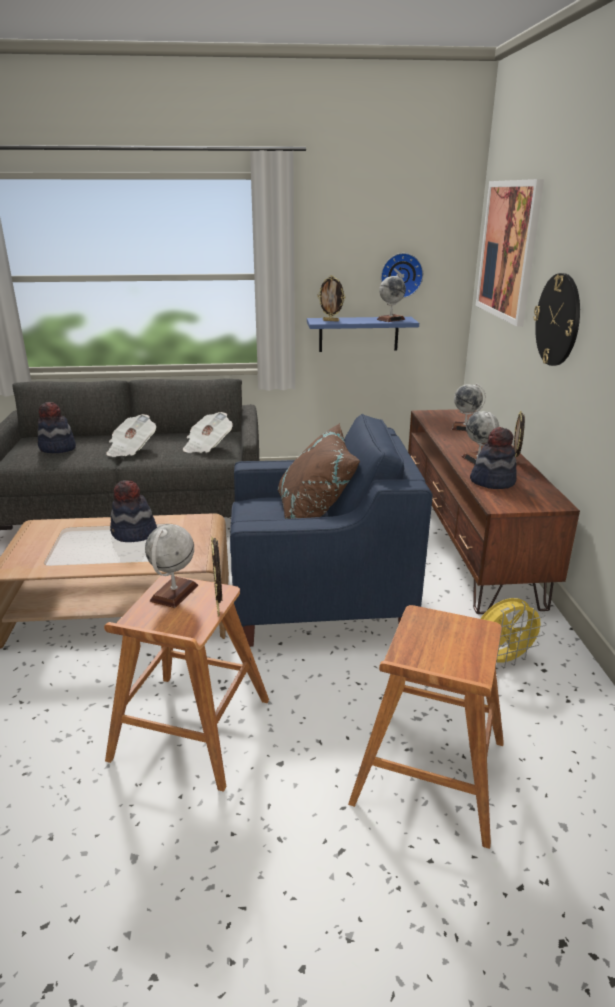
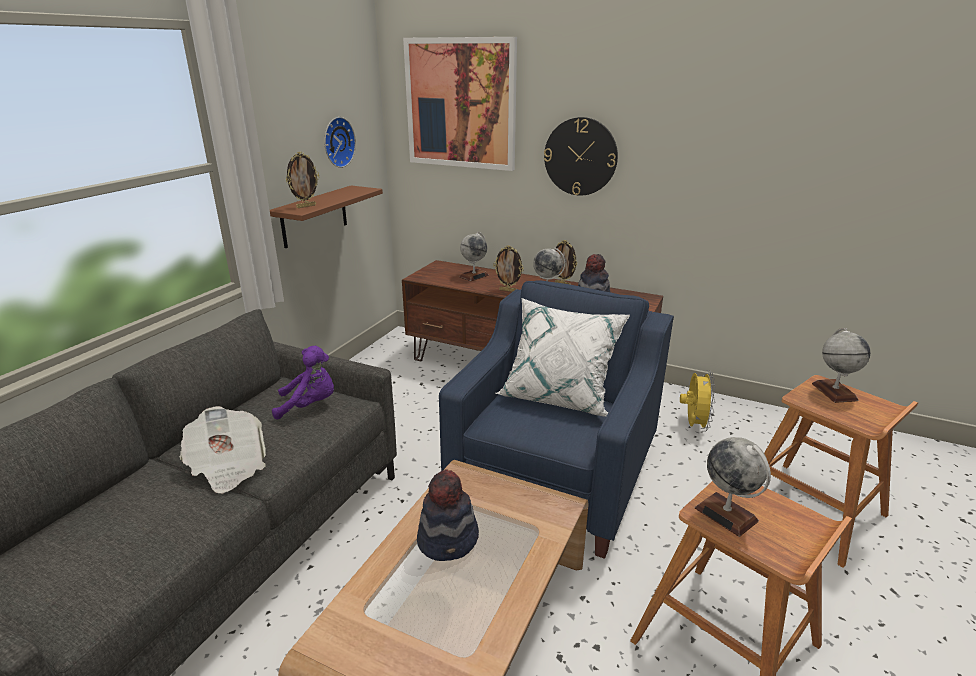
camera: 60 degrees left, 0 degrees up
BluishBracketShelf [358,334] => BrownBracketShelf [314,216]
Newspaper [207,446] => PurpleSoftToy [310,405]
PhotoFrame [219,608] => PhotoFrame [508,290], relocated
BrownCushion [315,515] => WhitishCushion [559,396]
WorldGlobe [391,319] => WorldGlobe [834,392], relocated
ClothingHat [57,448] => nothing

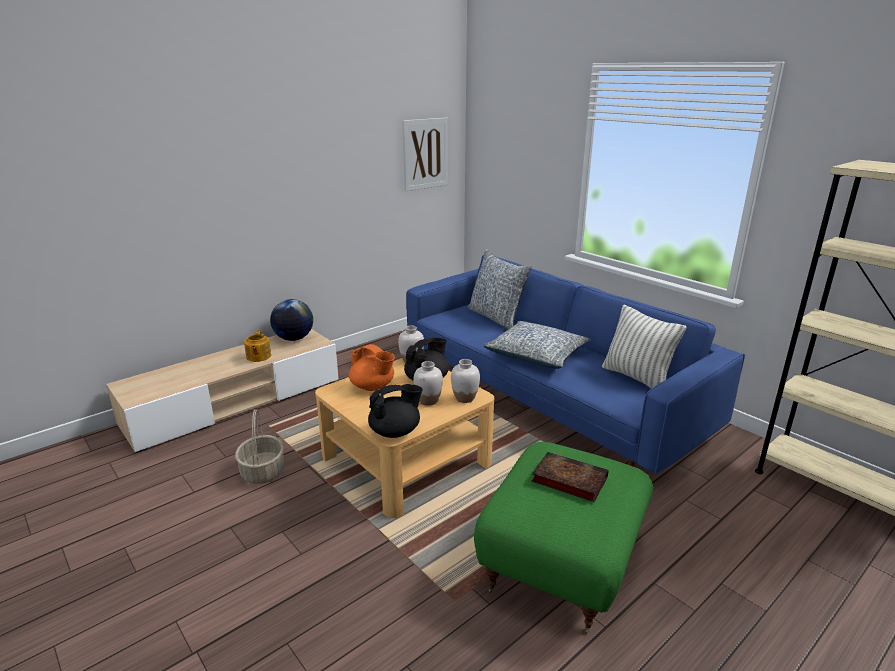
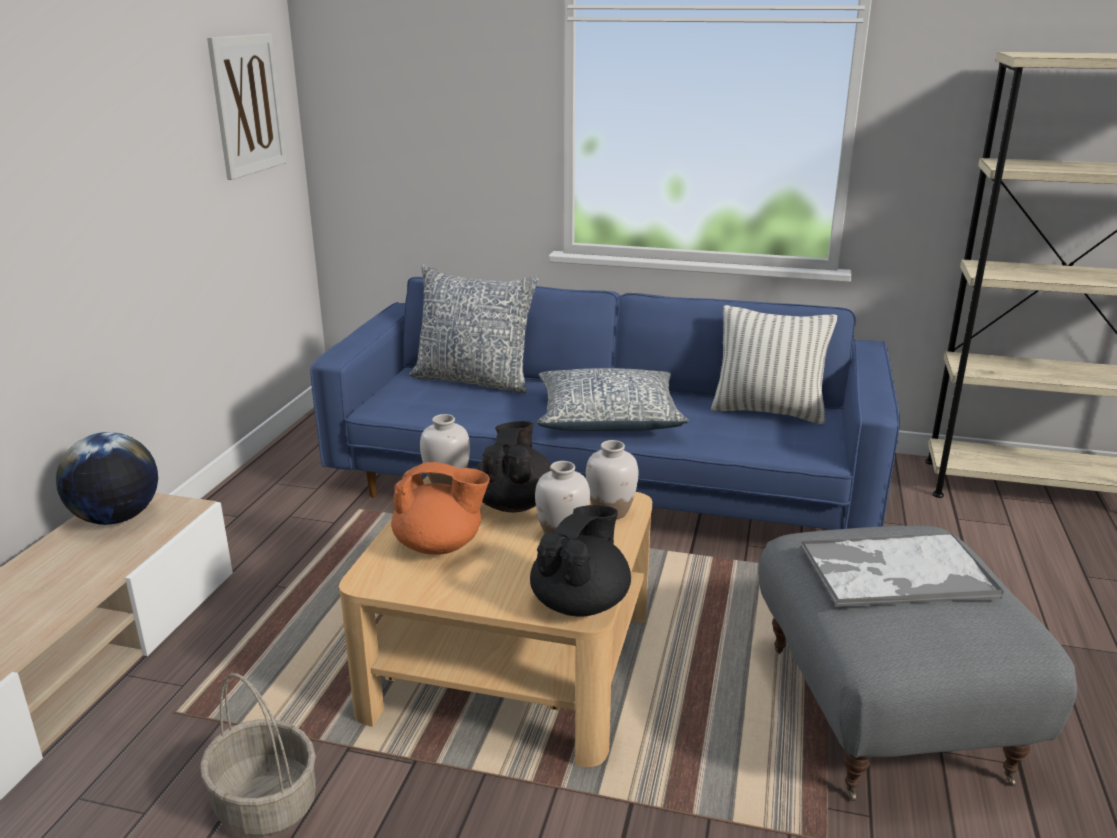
camera: 35 degrees left, 0 degrees up
GreenPouffe [562,565] => GreyishPouffe [888,711]
Book [567,479] => CarryingTray [895,572]
Teapot [258,357] => nothing

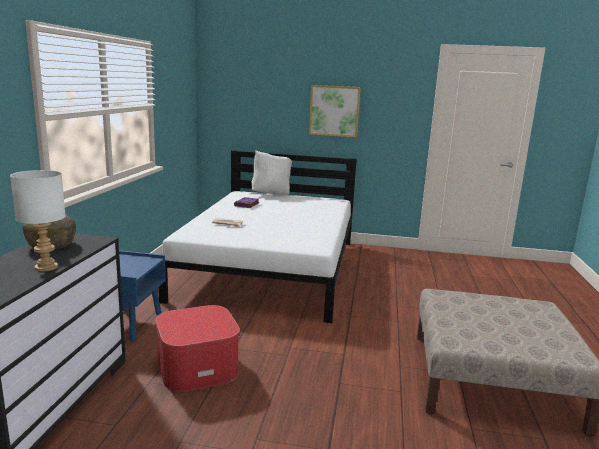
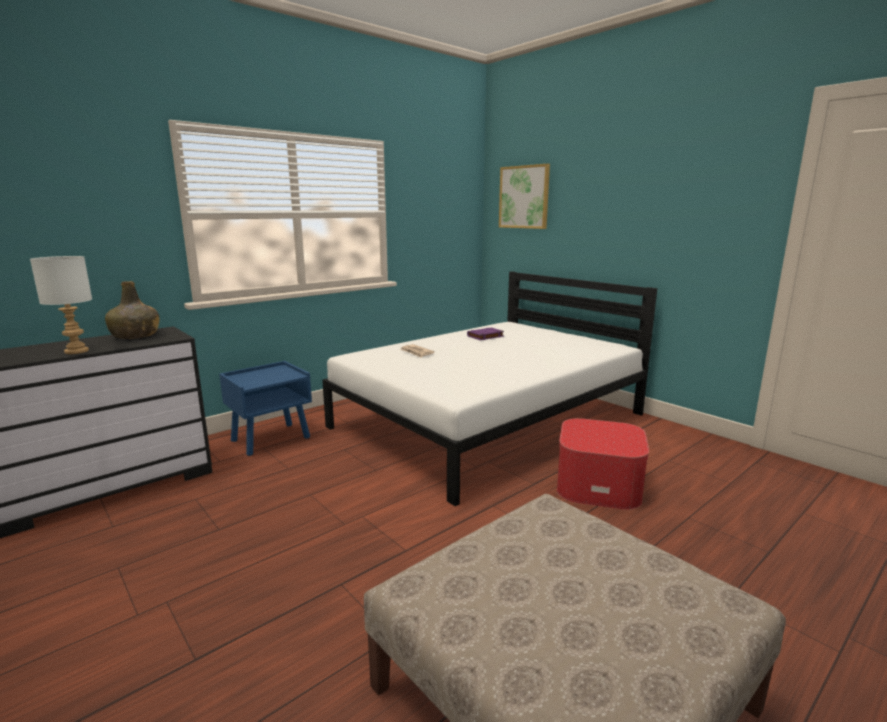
camera: 40 degrees right, 0 degrees up
WallPicture [334,111] => WallPicture [524,197], relocated
Pouffe [197,367] => Pouffe [598,485], relocated
WhitishCushion [271,194] => nothing

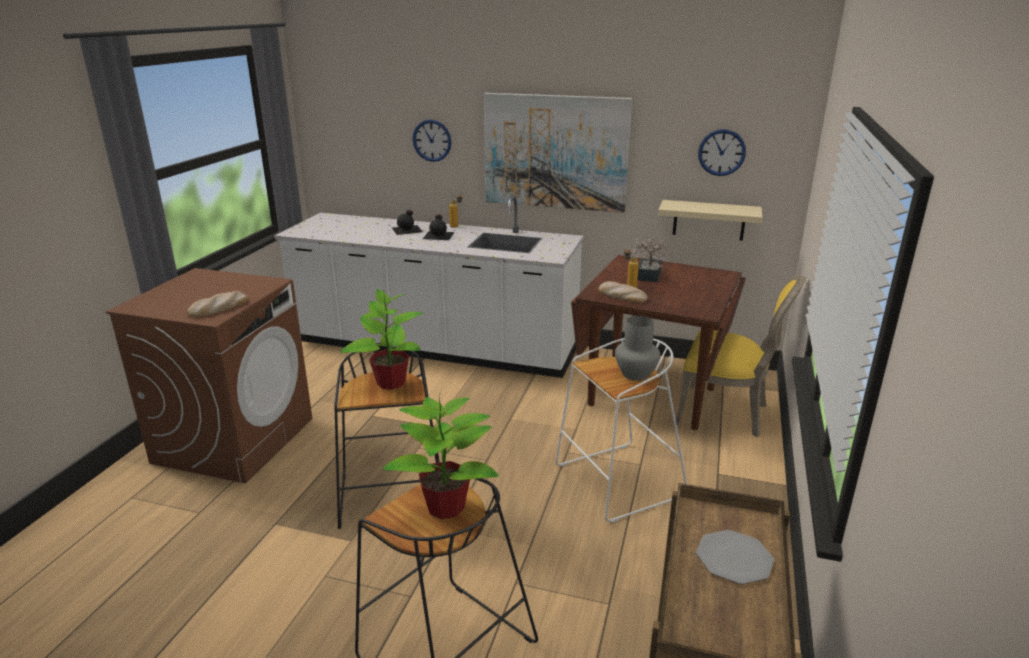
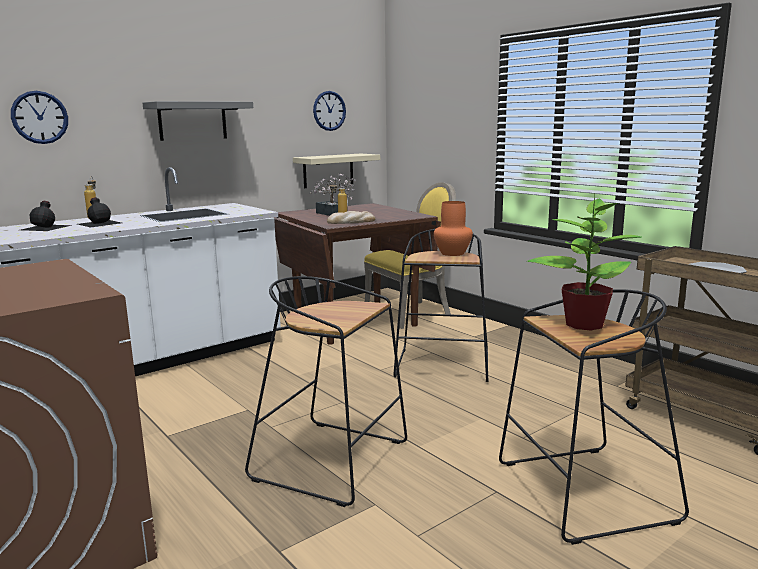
camera: 55 degrees left, 10 degrees down
WallPicture [555,152] => GreyishBracketShelf [192,121]
WhitishStoolSeat [617,483] => BlackishStoolSeat [444,366]
GreyishFlowerVase [636,374] => OrangeFlowerVase [452,253]
BakedBread [219,308] => nothing
PlantInAPot [390,382] => nothing

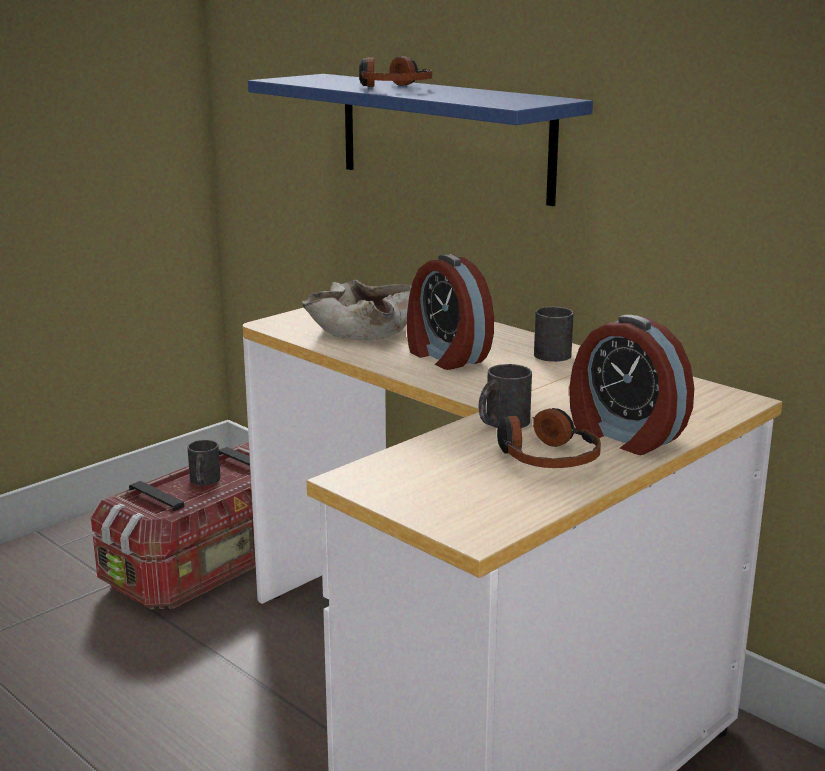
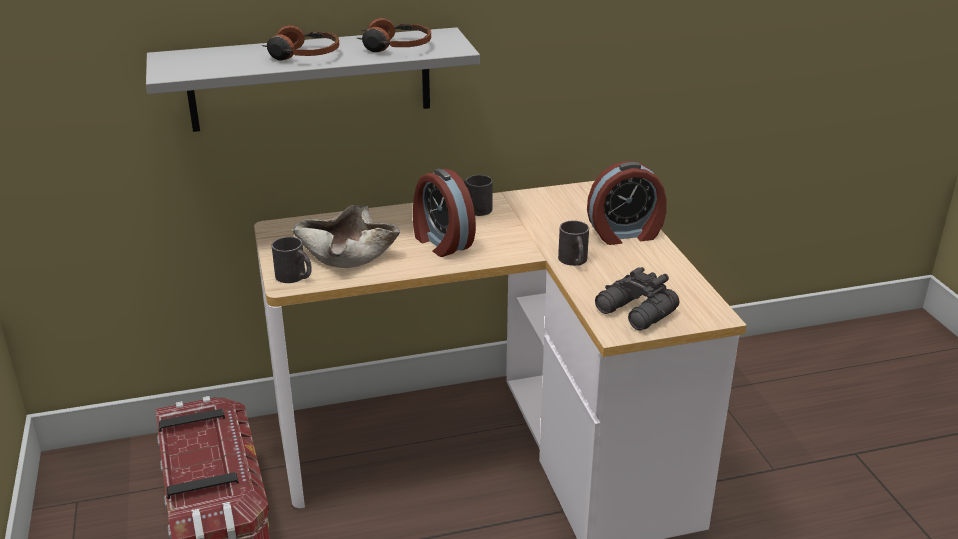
camera: 60 degrees left, 10 degrees up
BluishBracketShelf [443,136] => GreyishBracketShelf [310,79]
BlackishCoffeeMug [203,482] => BlackishCoffeeMug [295,277], relocated
Headset [545,457] => Headset [395,46], relocated
BedsideClock [445,356] => BedsideClock [441,242], 60 degrees clockwise
nothing => BlackishBinoculars [636,312]

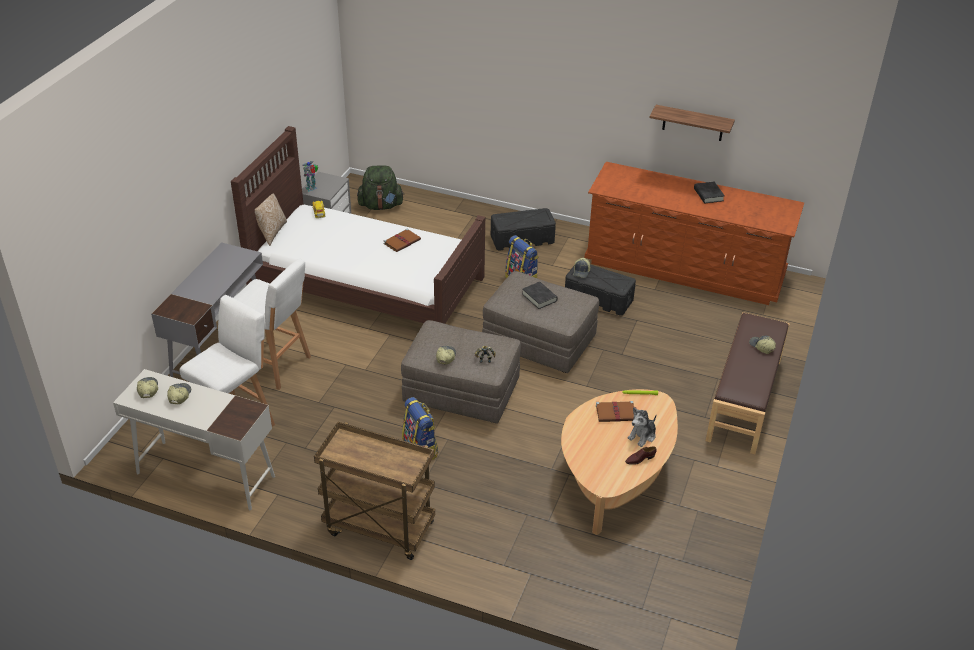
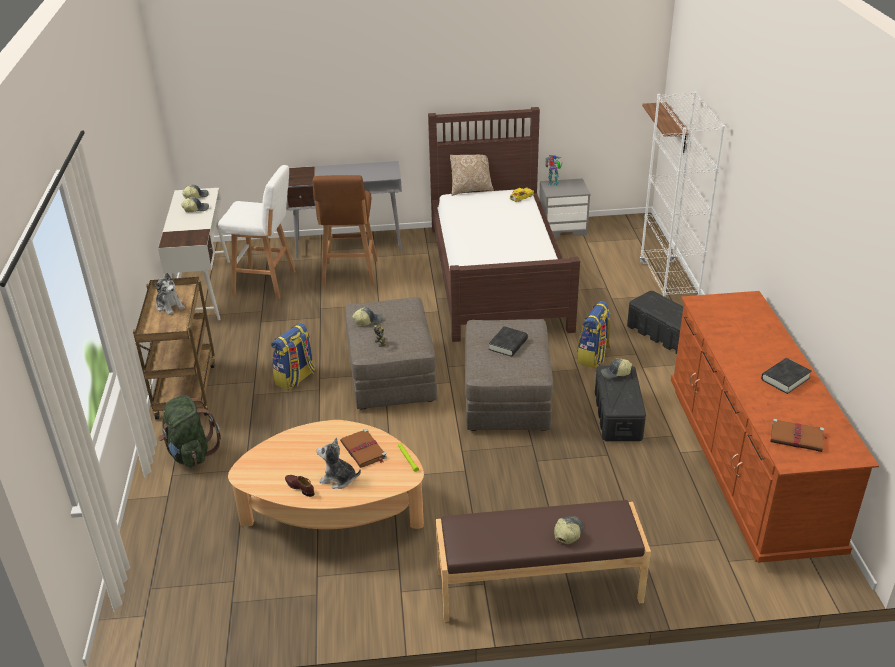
camera: 65 degrees right, 5 degrees down
nothing => SoftToy [170,306]
GreenBackpack [381,206] => GreenBackpack [191,453], relocated
WhitishStoolSeat [276,366] => BrownStoolSeat [350,274]
nothing => WhitishShelvingUnit [668,283]
BracketShelf [693,123] => BracketShelf [676,129], relocated
BrownBook [402,241] => BrownBook [797,437], relocated

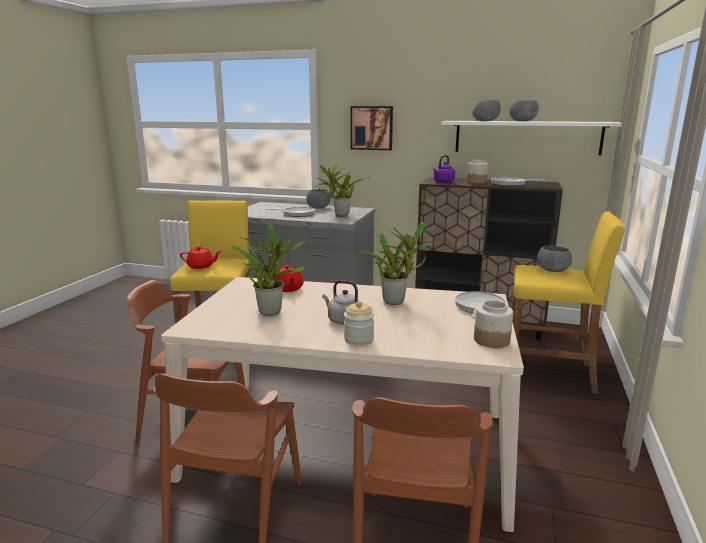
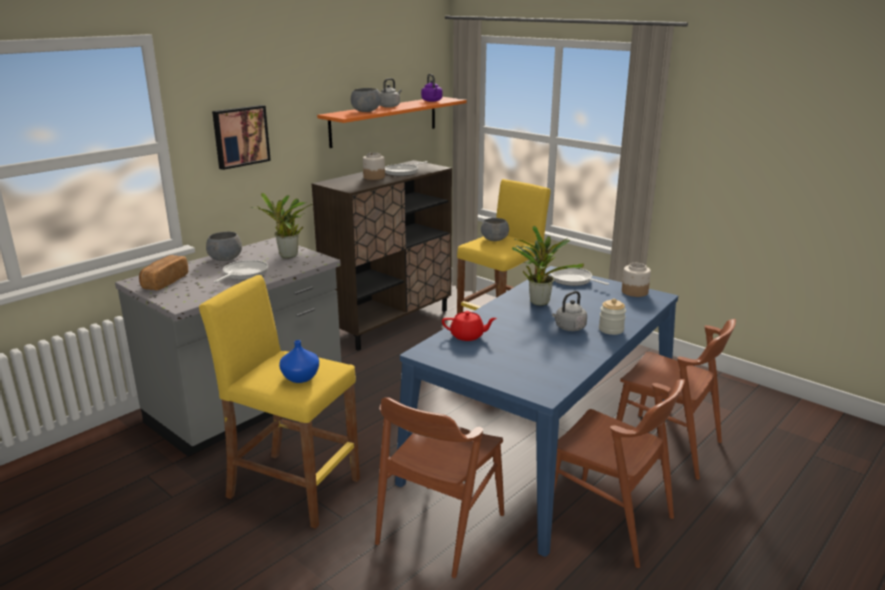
camera: 65 degrees left, 5 degrees up
nothing => BakedBread [164,282]
RedTeapot [201,266] => BluishFlowerVase [300,377]
WhitishBracketShelf [527,137] => OrangeBracketShelf [384,121]
GreyishServingBowl [522,121] => GreyishKettle [390,106]
BeigeColouredDinnerTable [350,444] => BluishDinnerTable [543,442]
PurpleKettle [443,182] => PurpleKettle [432,101], relocated
PlantInAPot [271,311] => nothing

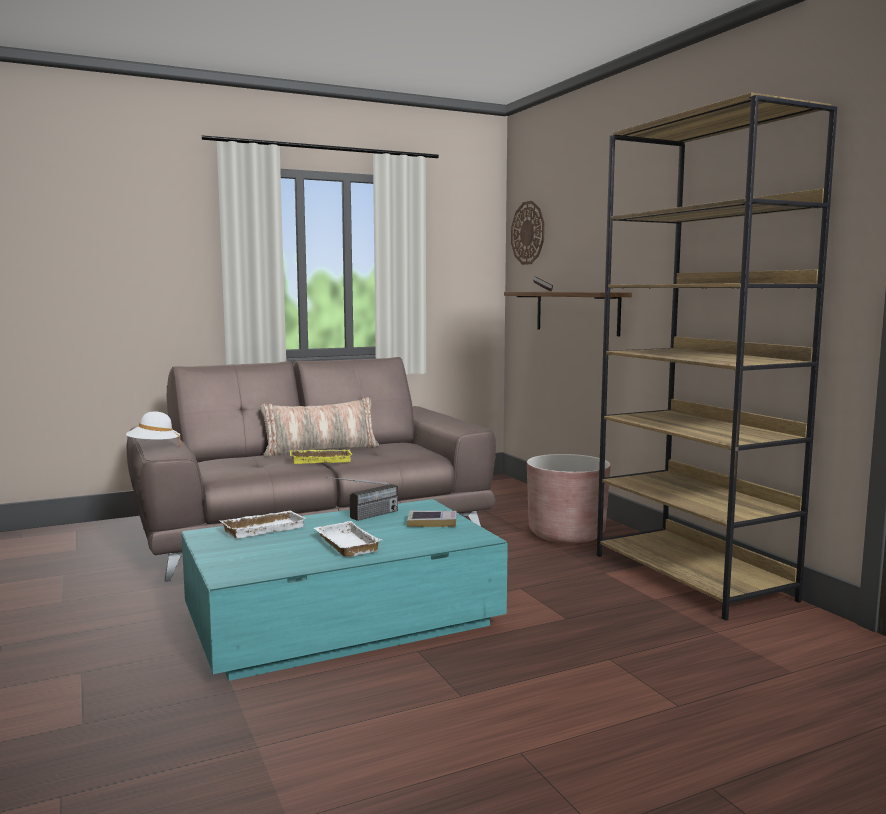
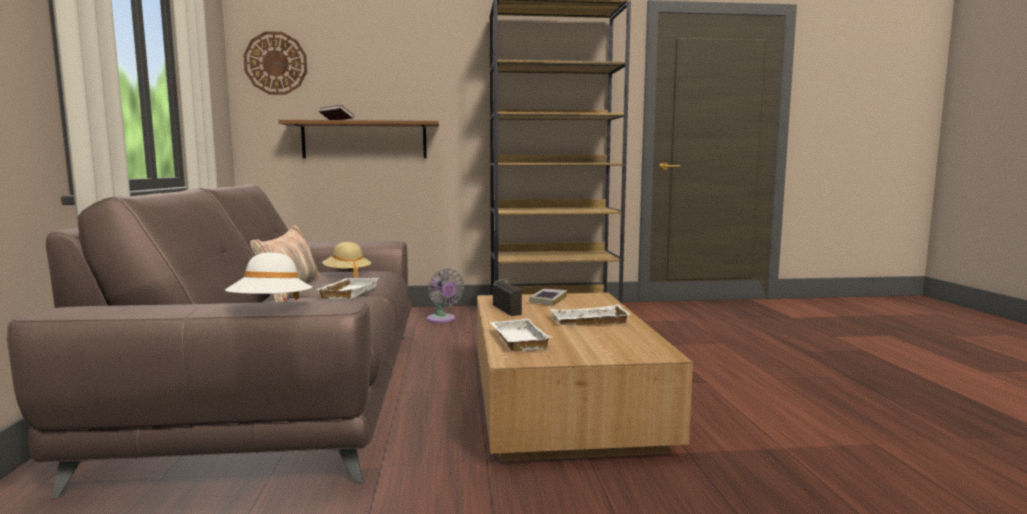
camera: 70 degrees left, 0 degrees up
YellowCarryingTray [321,460] => WhitishCarryingTray [347,292]
nothing => BeigeColouredClothingHat [347,274]
BrownPlantPot [566,534] => GreyishElectricFan [442,319]
TurquoiseColouredLowTable [343,621] => BrownLowTable [561,401]

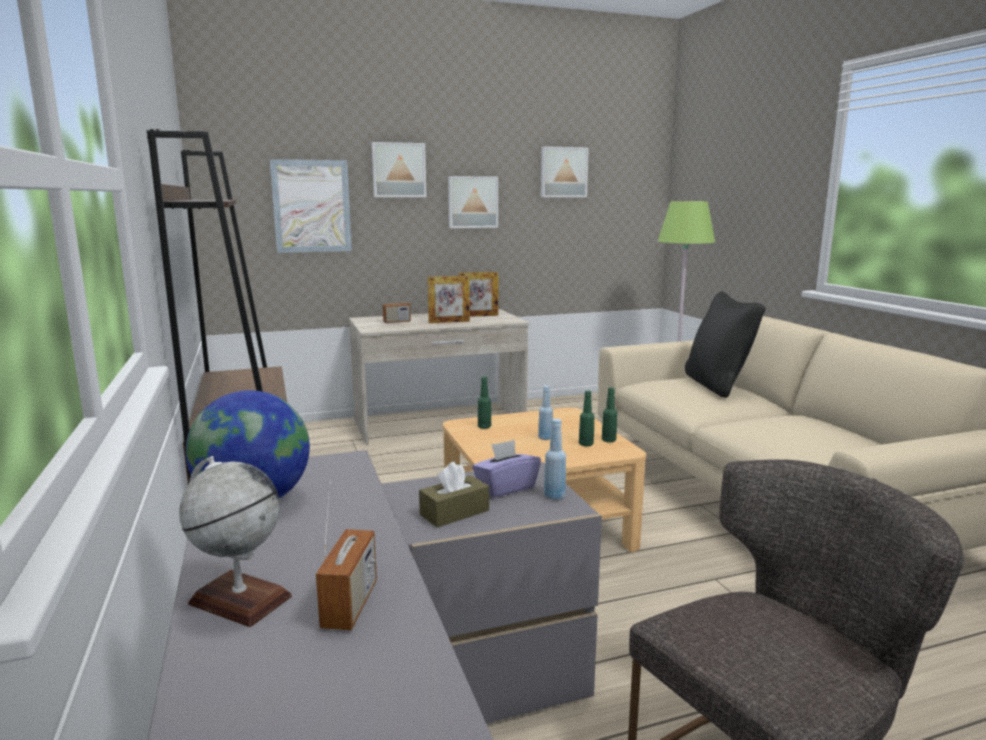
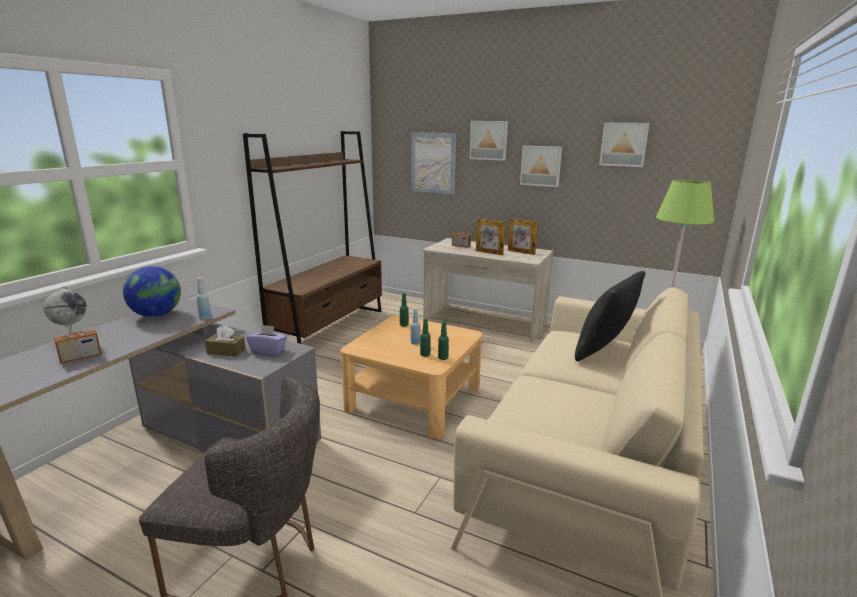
camera: 45 degrees right, 5 degrees up
BluishBeverageBottle [554,496] => BluishBeverageBottle [205,318], relocated

